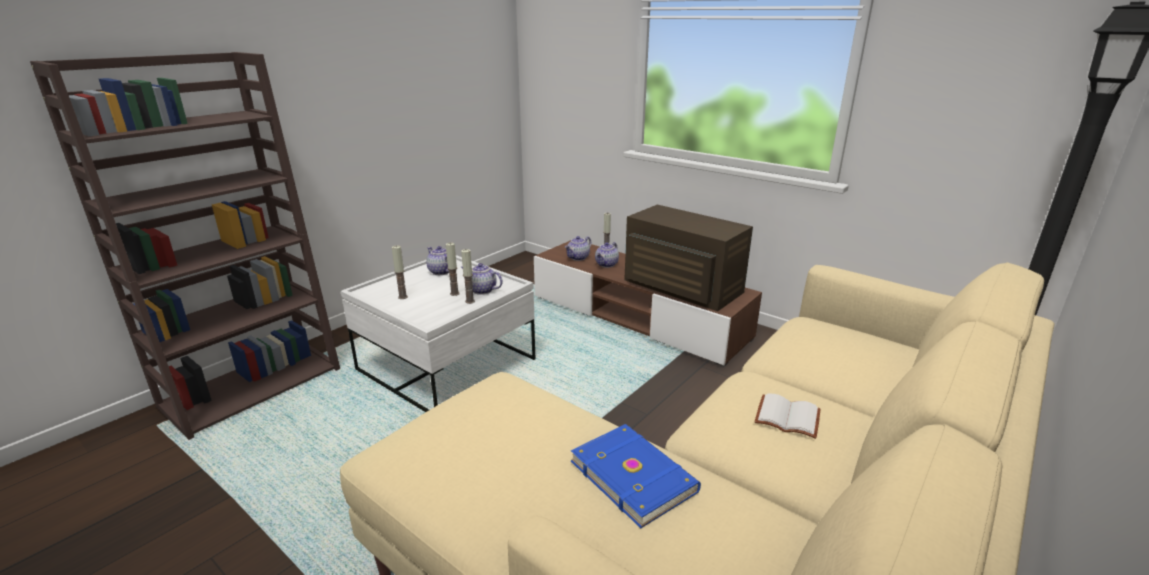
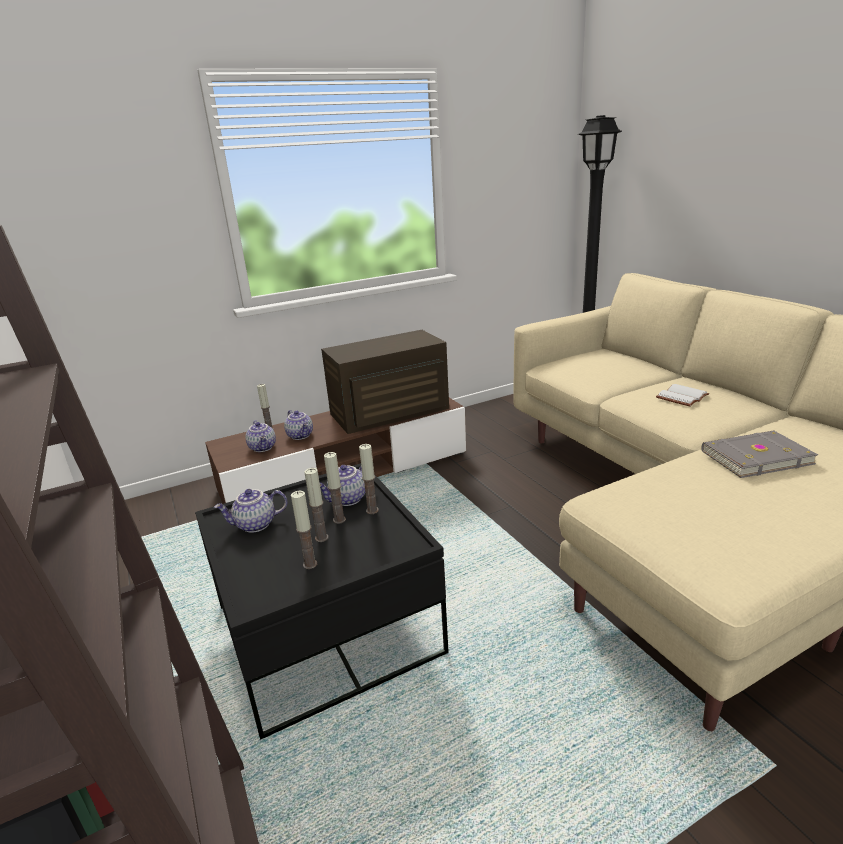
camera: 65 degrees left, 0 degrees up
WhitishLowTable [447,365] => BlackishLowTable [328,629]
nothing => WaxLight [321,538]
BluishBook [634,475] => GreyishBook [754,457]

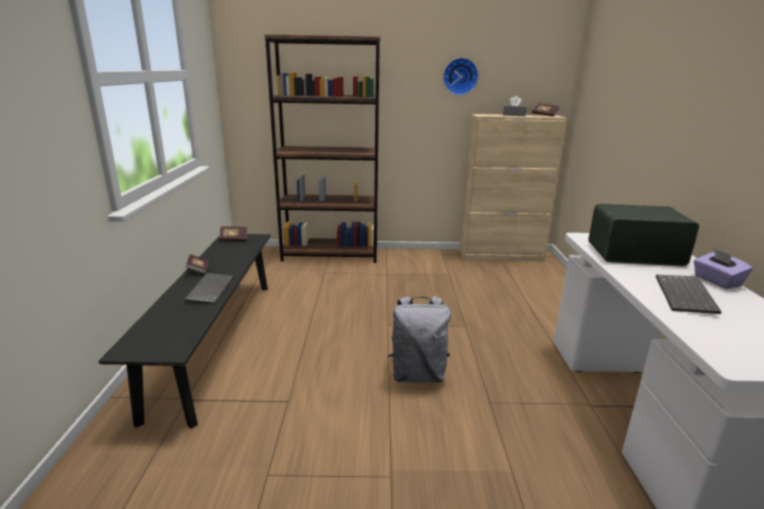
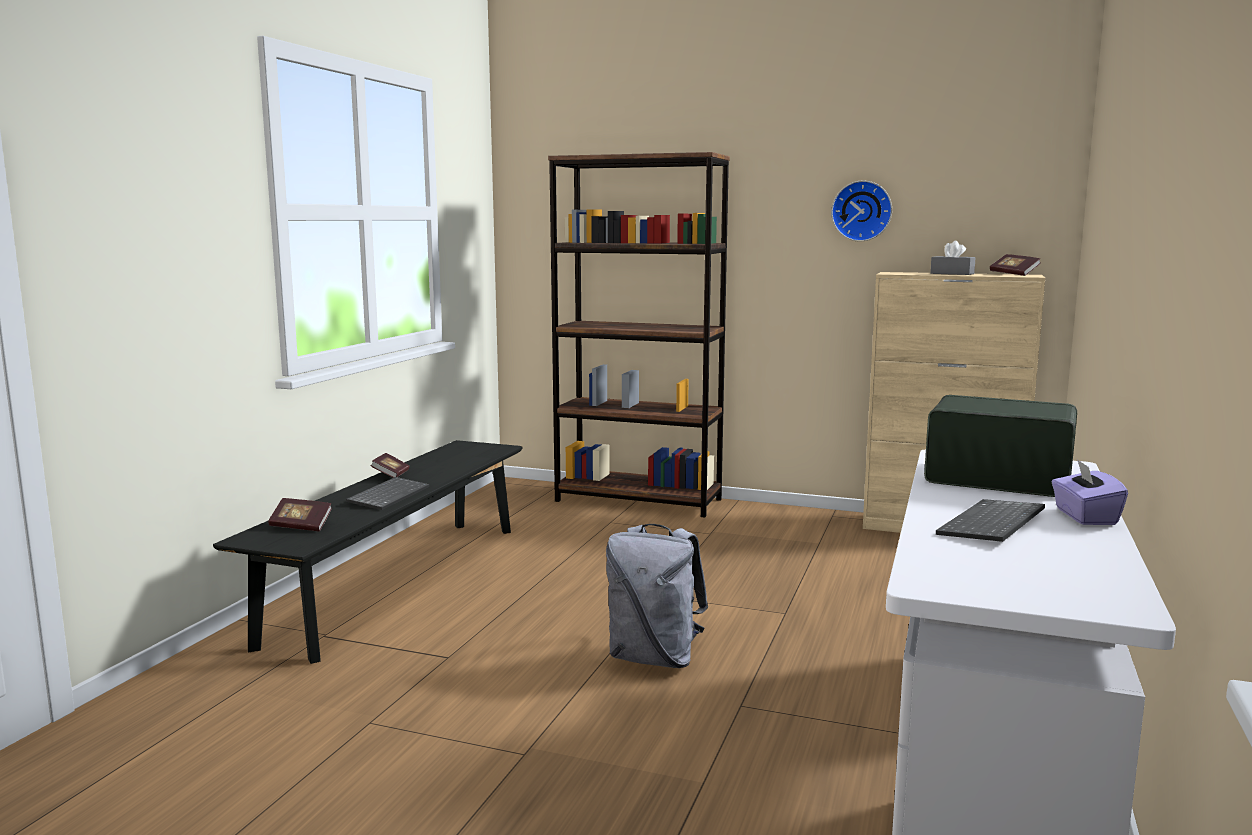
camera: 20 degrees right, 10 degrees down
Book [233,239] => Book [301,526], relocated

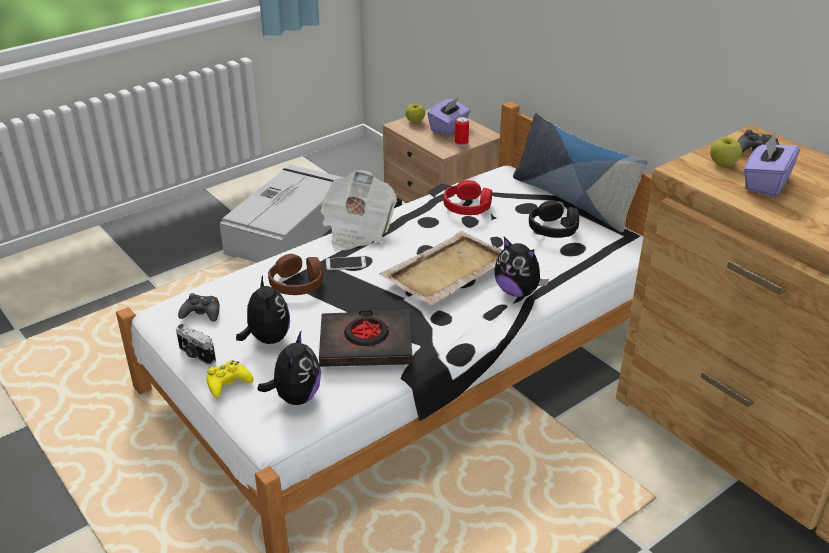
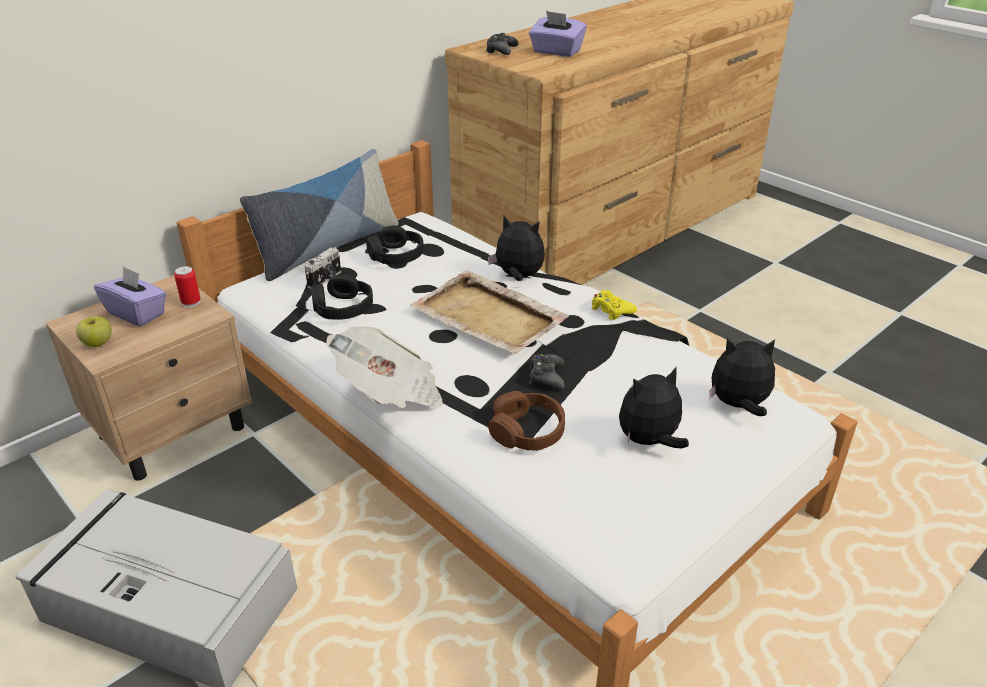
camera: 95 degrees left, 0 degrees up
StillCamera [196,355] => StillCamera [326,279], relocated
RedHeadset [467,207] => BlackishHeadset [342,308]
SoftToy [517,292] => SoftToy [518,277], 105 degrees counterclockwise
BlackishJoypad [201,313] => BlackishJoypad [546,377], relocated
YellowJoypad [228,383] => YellowJoypad [611,310], relocated
BlackishBook [366,344] => nothing
Telephone [345,263] => nothing
Apple [723,164] => nothing

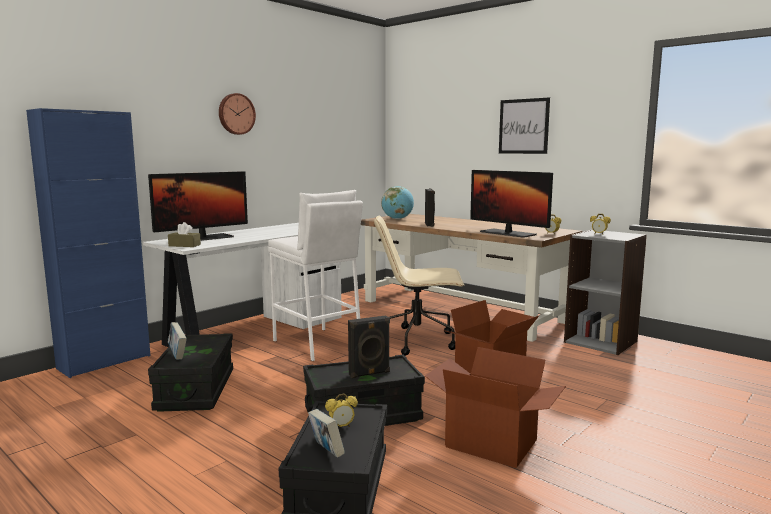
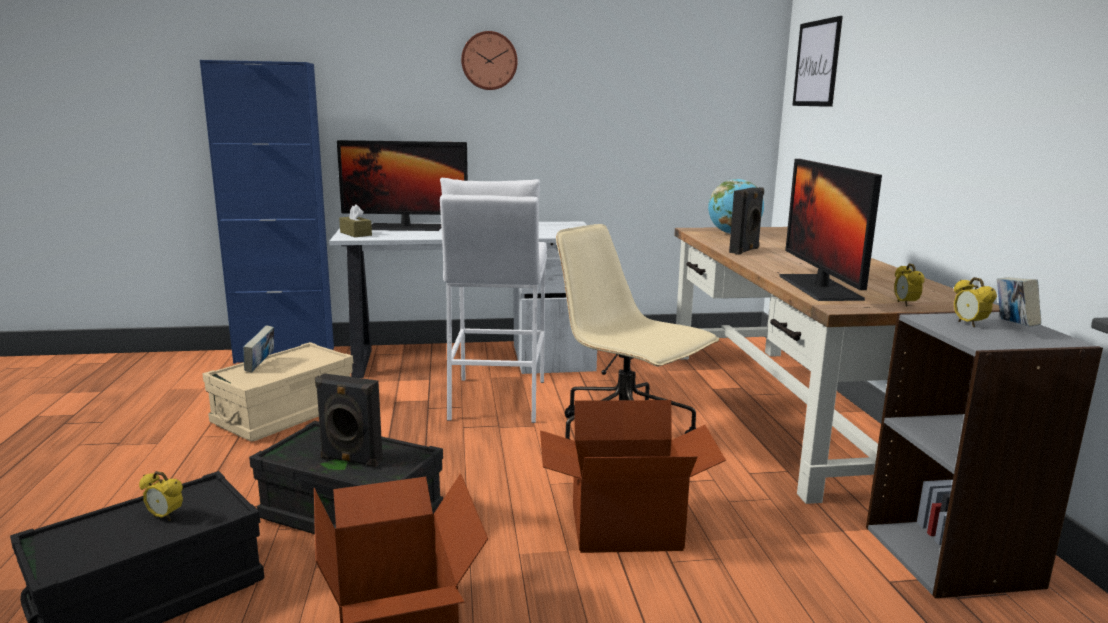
camera: 40 degrees right, 5 degrees up
BlackishStorageContainer [196,390] => BeigeColouredStorageContainer [285,414]
WallPicture [523,126] => WallPicture [817,63], relocated
Book [326,452] => Book [1013,327], relocated

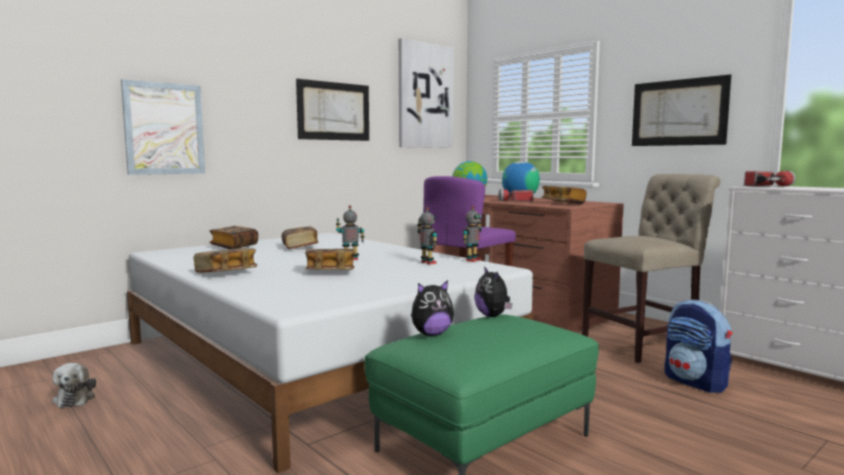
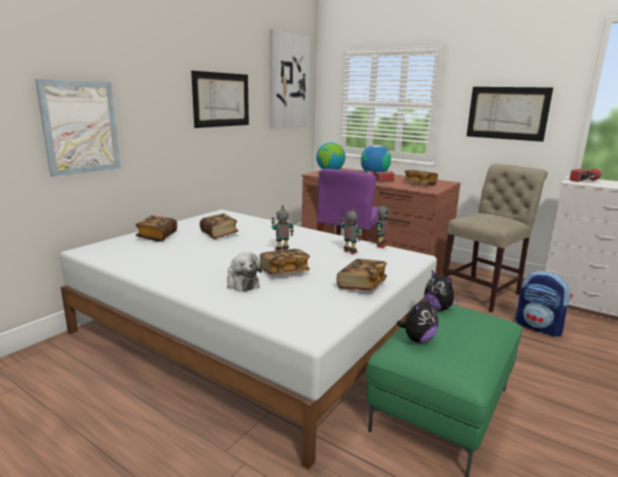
camera: 15 degrees left, 10 degrees up
SoftToy [75,398] => SoftToy [241,283], relocated
Book [226,273] => Book [361,285], relocated

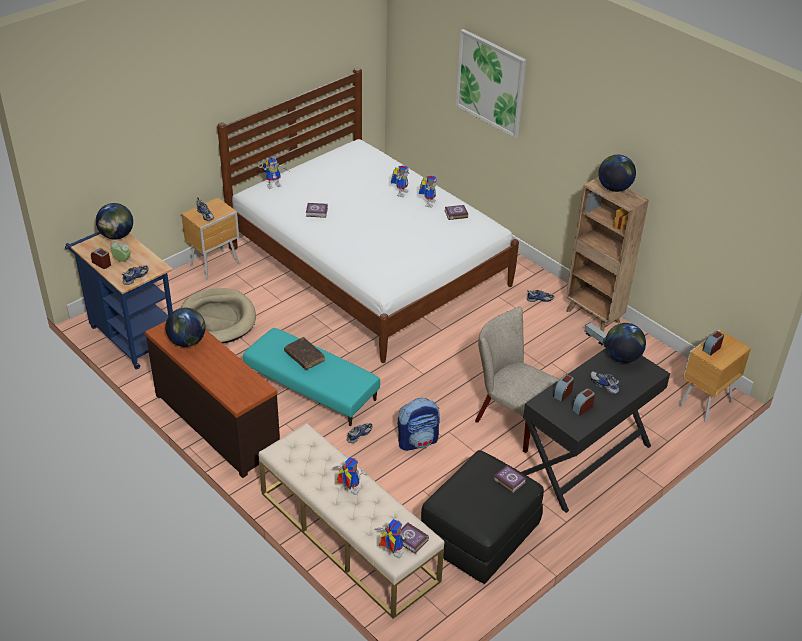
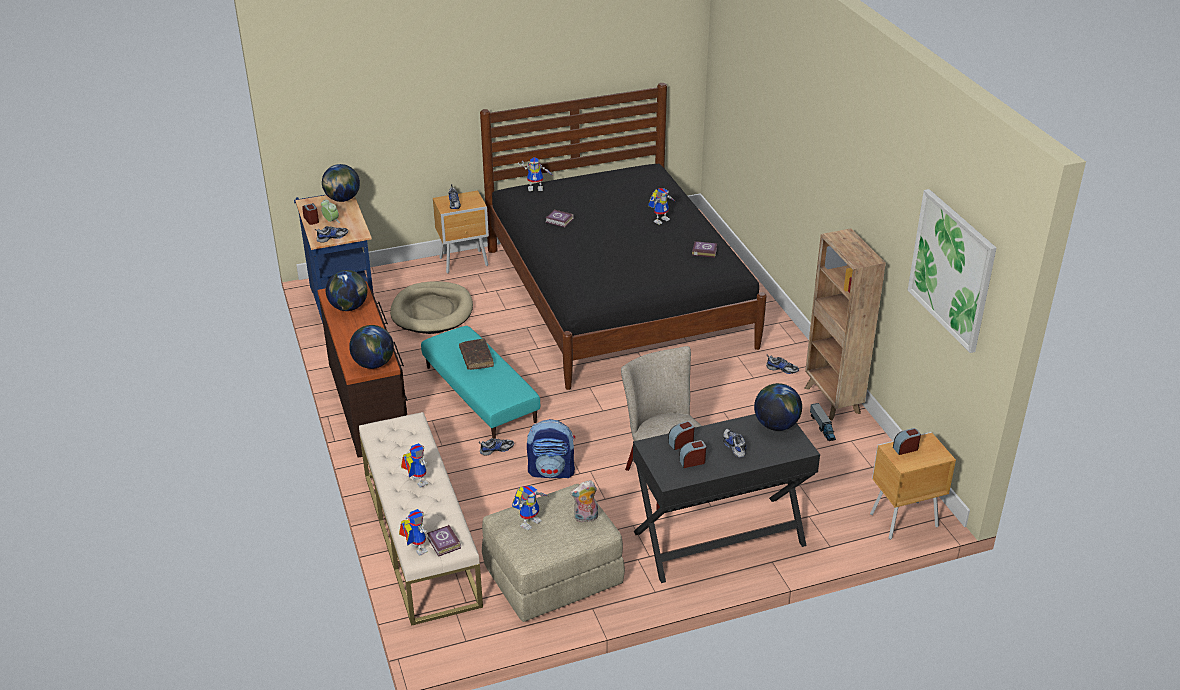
camera: 25 degrees right, 5 degrees down
WorldGlobe [614,188] => WorldGlobe [373,364], relocated
WhitishBed [369,266] => BlackishBed [617,297]
BlackishPouffe [479,535] => BeigeColouredPouffe [552,577]
ModelRobot [428,202] => ModelRobot [529,521], relocated
Book [509,480] => SoftToy [585,518]
WallPicture [490,83] => WallPicture [952,269], relocated

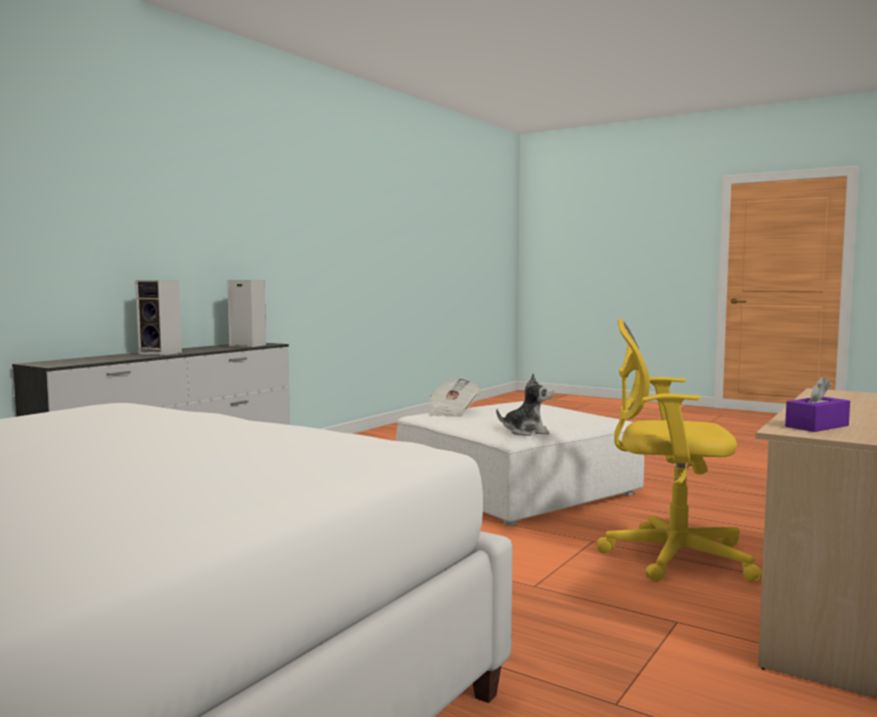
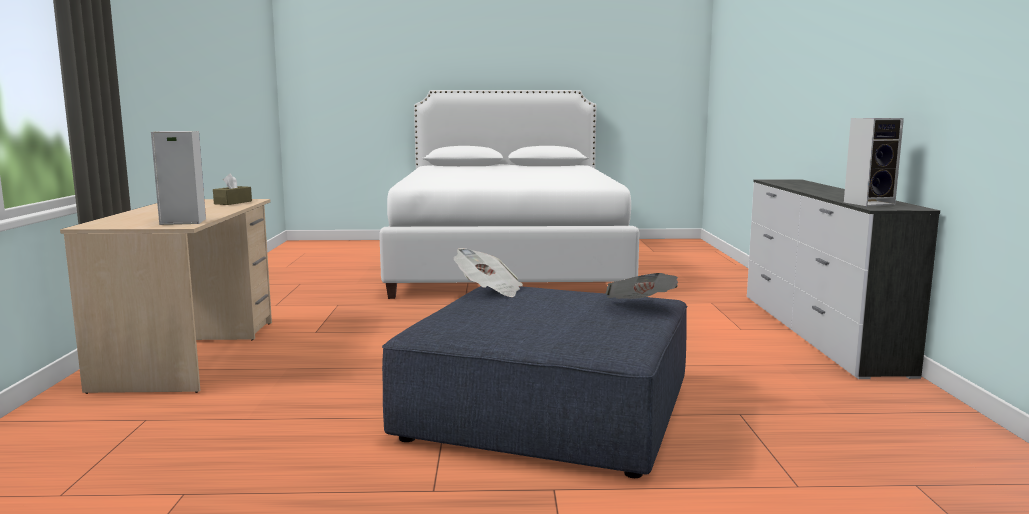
camera: 145 degrees right, 5 degrees up
Speaker [162,353] => Speaker [181,222], relocated
PurpleBoxOfTissues [817,426] => BrownBoxOfTissues [233,202]
WhitishPouffe [517,489] => BluishPouffe [547,411]
SoftToy [526,432] => Newspaper [489,291]
YellowDeskChair [669,557] => nothing

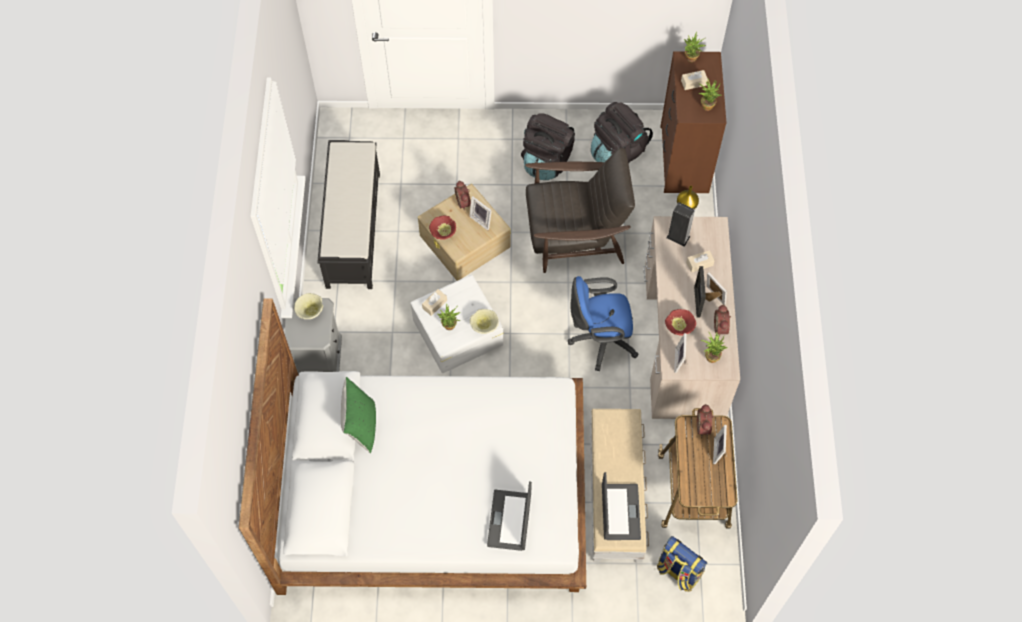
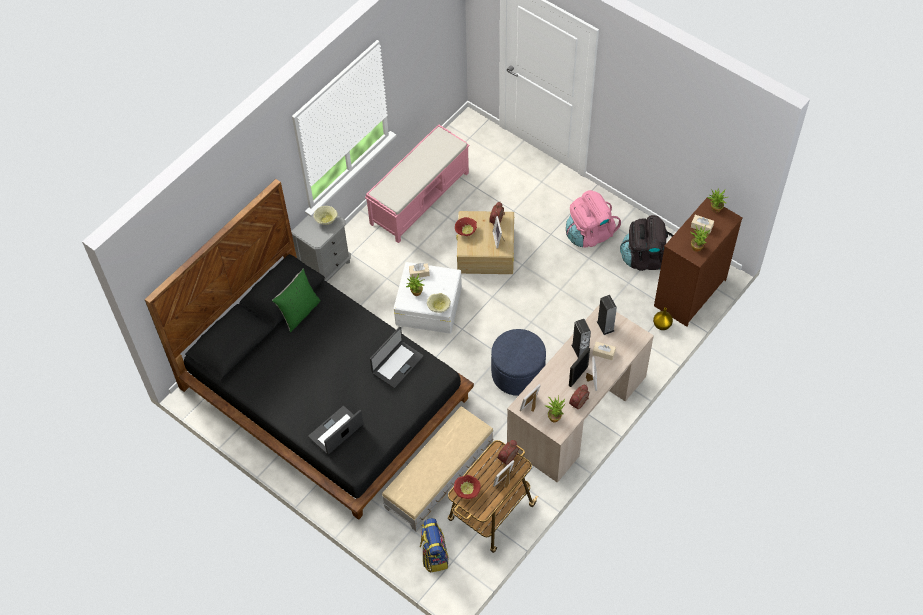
camera: 40 degrees right, 5 degrees down
WhitishBed [434,489] => BlackishBed [326,392]
BlackishIndoorBench [353,229] => PinkishIndoorBench [420,197]
Laptop [619,512] => Laptop [397,364], relocated
RedServingBowl [679,327] => RedServingBowl [466,491], relocated
BluishDeskChair [599,340] => BluishPouffe [518,373]
BlackishBackpack [547,161] => PinkishBackpack [589,233]
nothing => Speaker [580,350]
BrownArmchair [575,235] => nothing

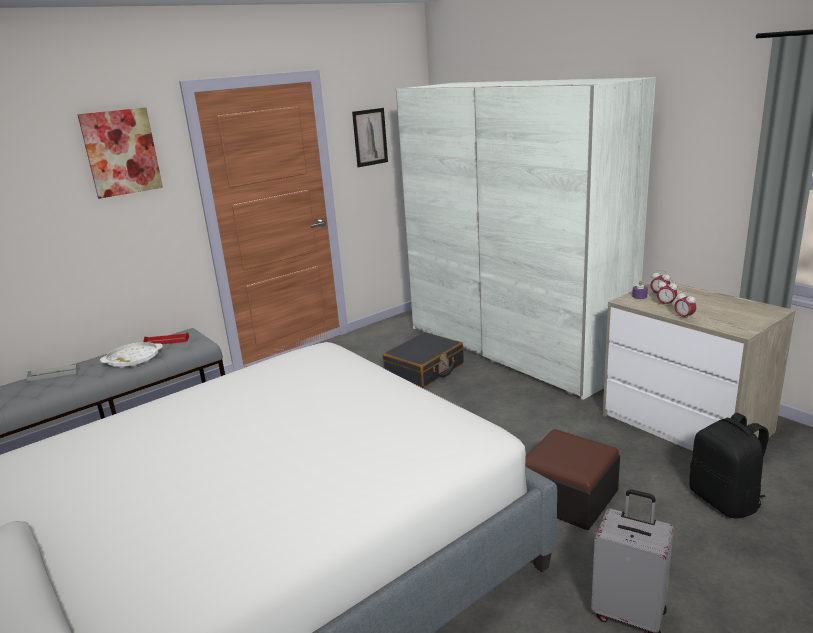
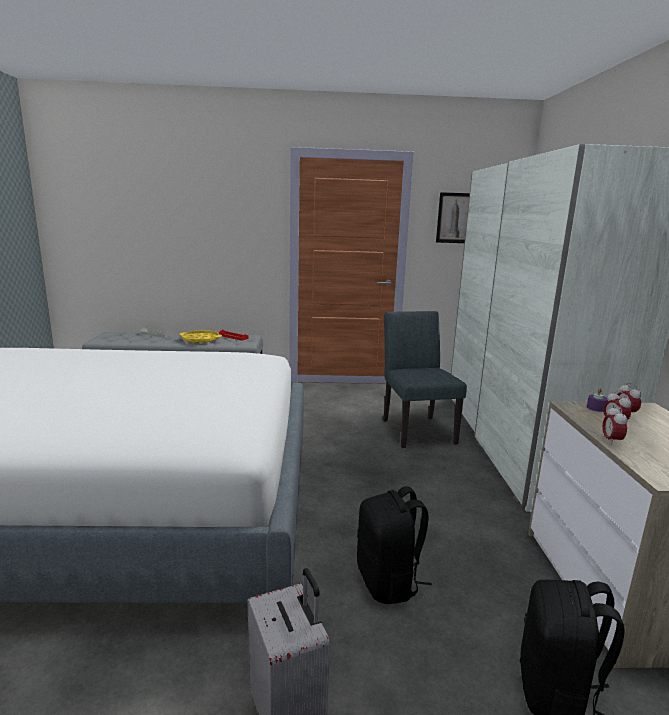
camera: 35 degrees right, 5 degrees down
WhitishCarryingTray [133,359] => YellowCarryingTray [200,340]
Pouffe [568,497] => BlackishBackpack [388,582]
BlackishSuitcase [424,369] => GreyishChair [415,429]
WallPicture [121,152] => nothing

